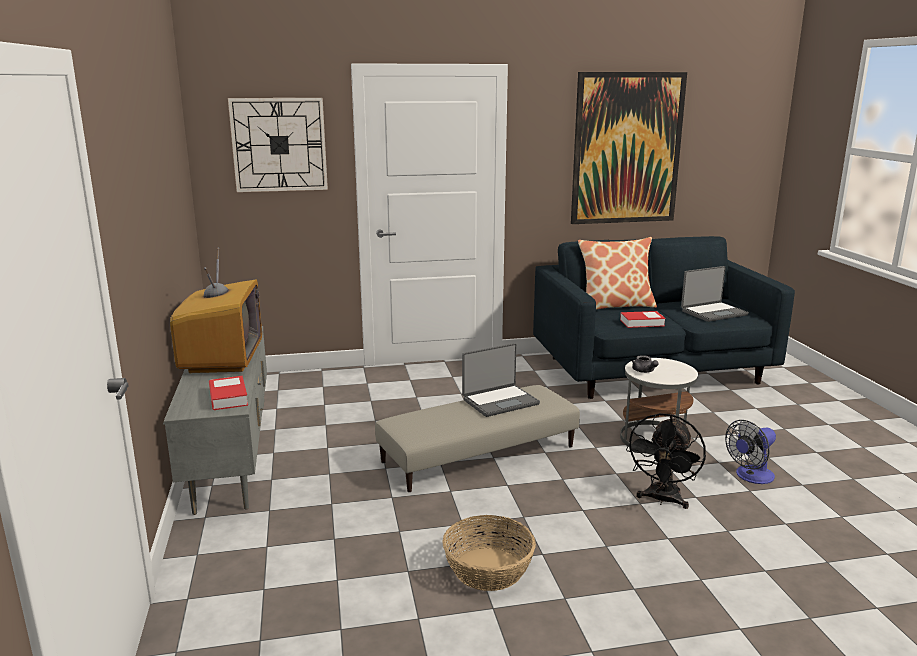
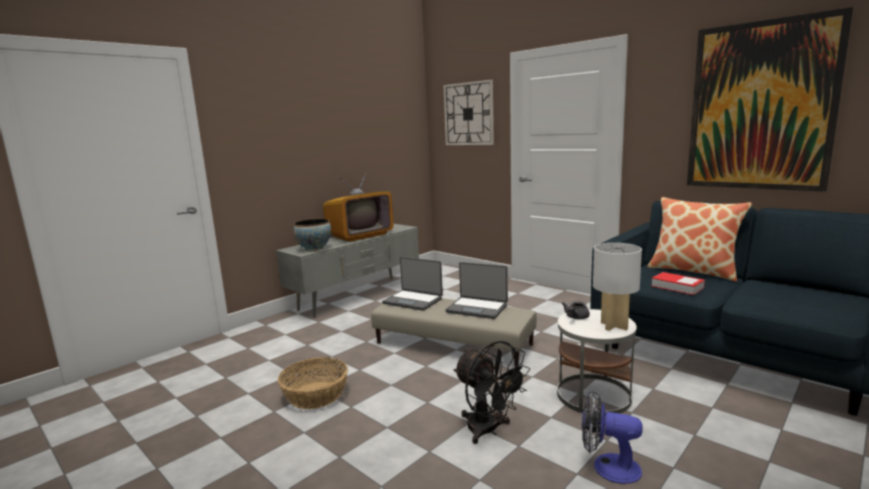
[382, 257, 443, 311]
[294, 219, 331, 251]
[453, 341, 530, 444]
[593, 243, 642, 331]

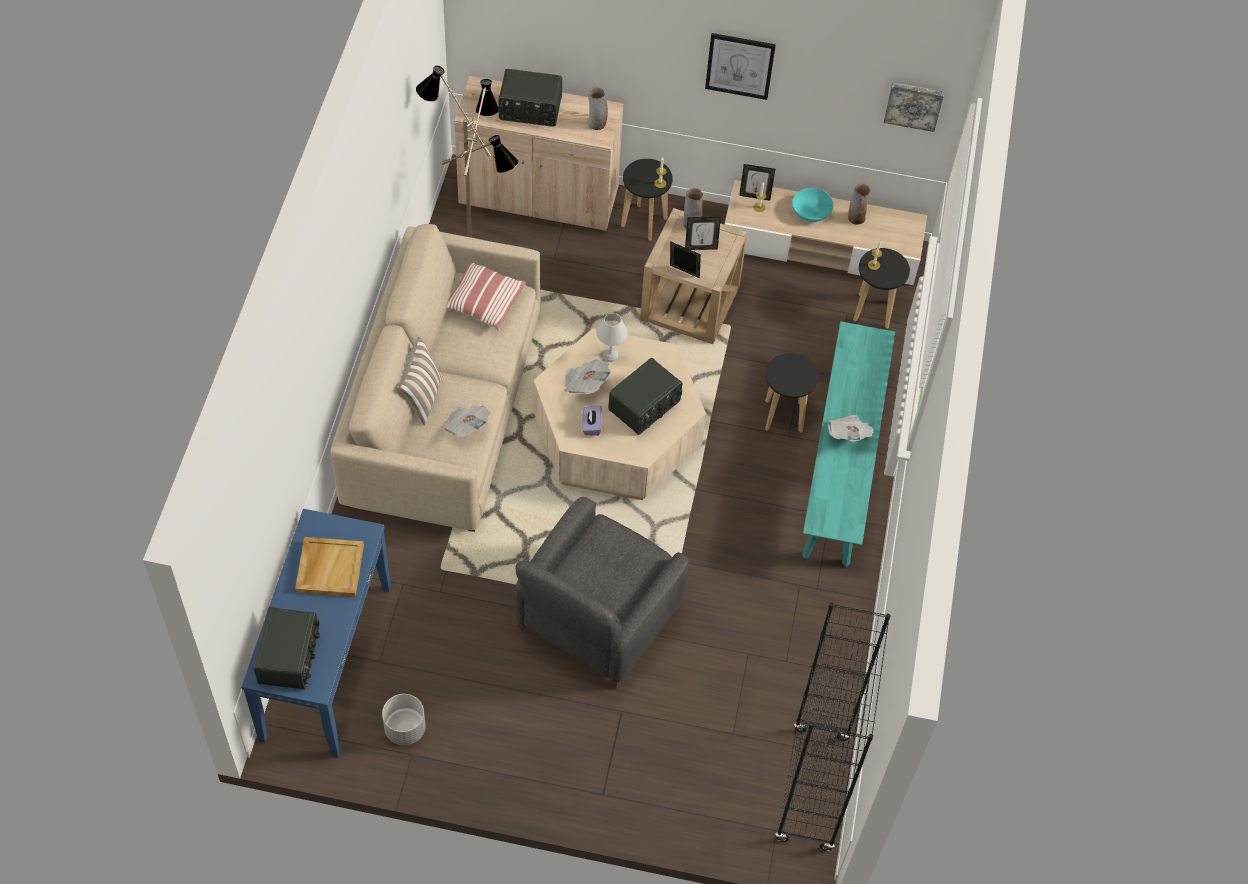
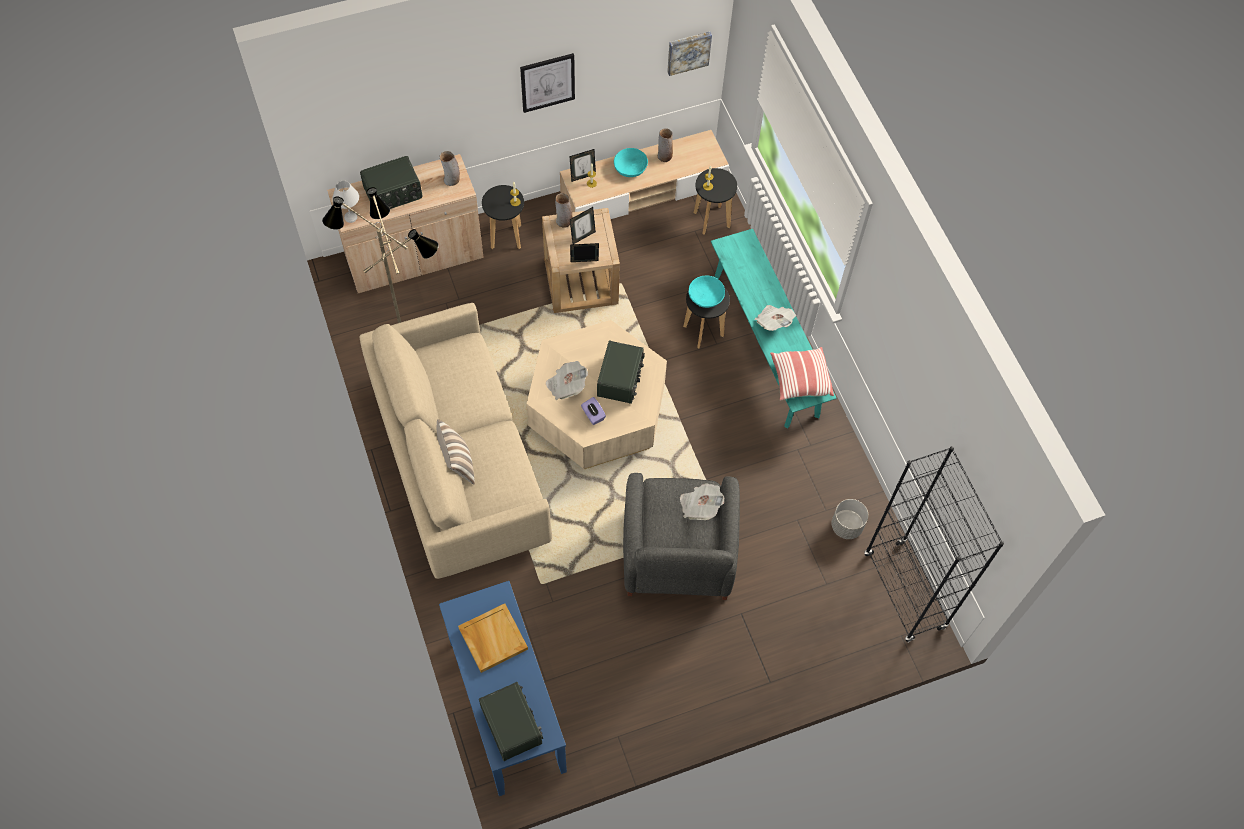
[770, 347, 834, 401]
[332, 180, 359, 223]
[680, 483, 725, 520]
[832, 499, 868, 539]
[689, 276, 725, 308]

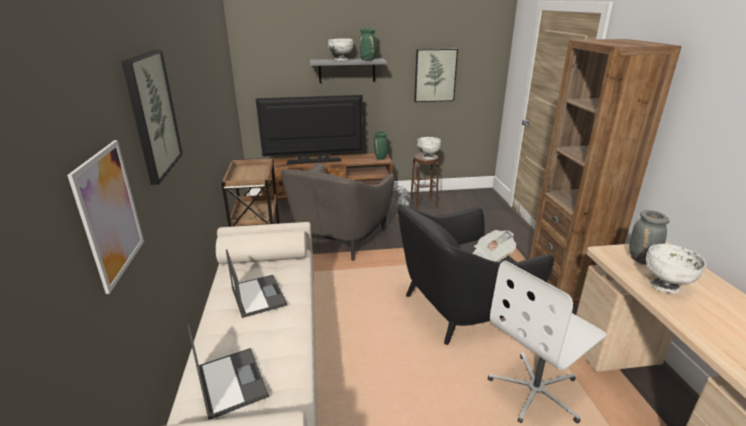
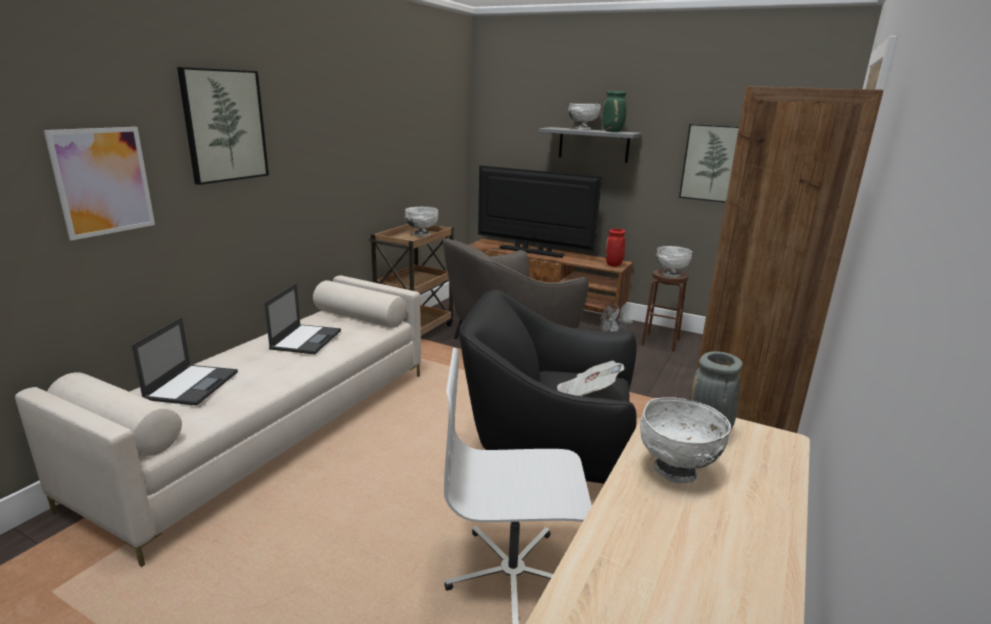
[605, 229, 626, 267]
[405, 207, 438, 237]

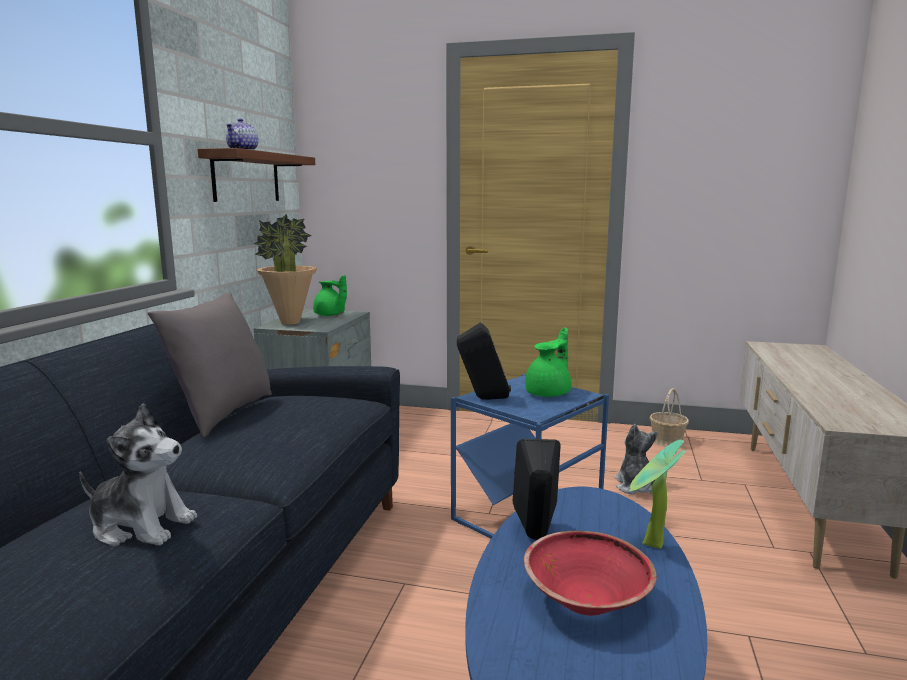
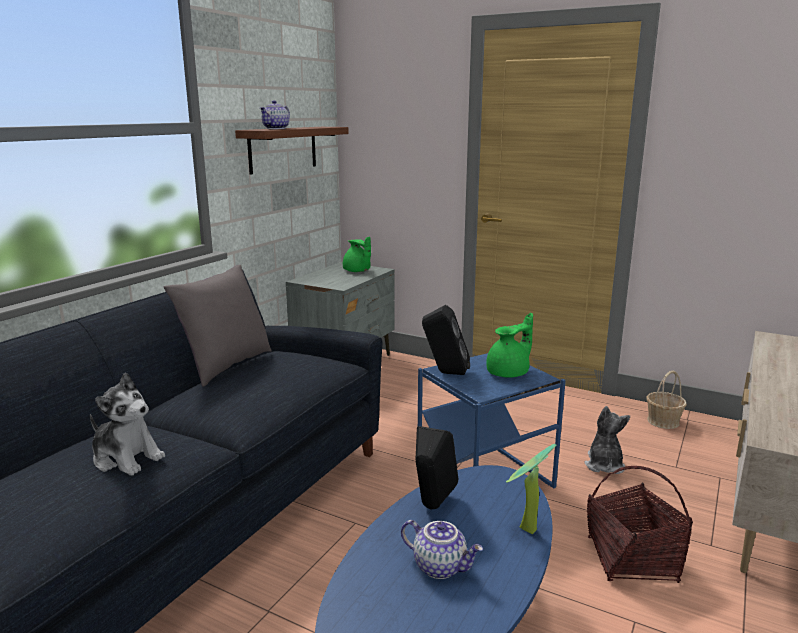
[254, 214, 317, 325] (first image)
[401, 520, 483, 579]
[587, 466, 693, 583]

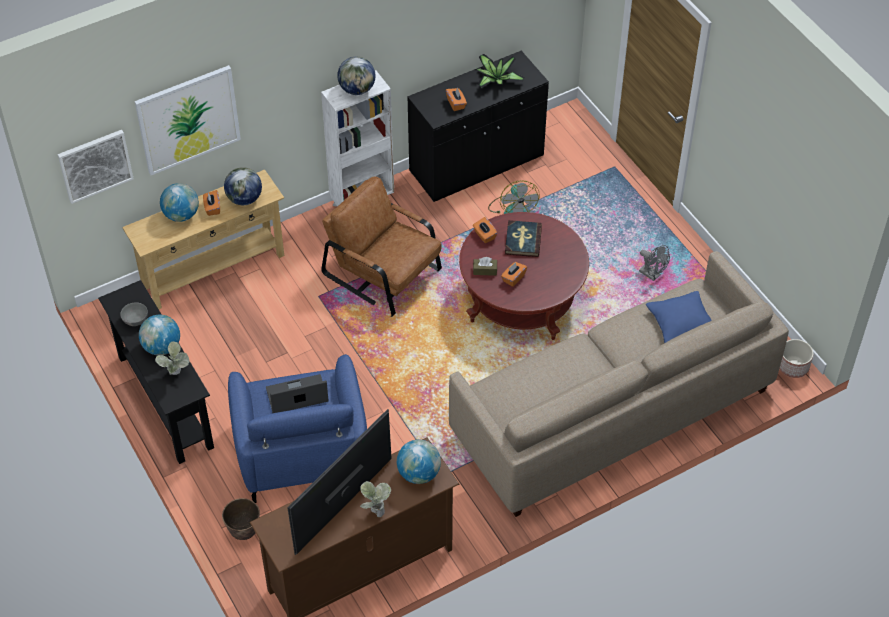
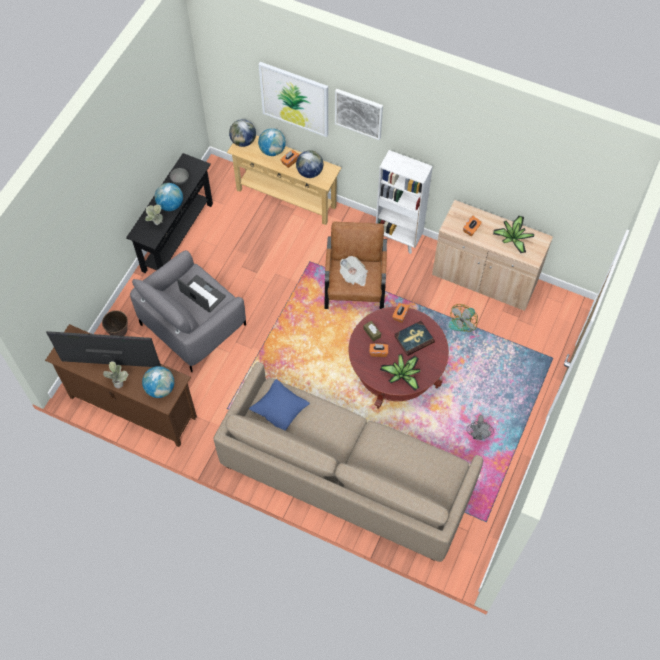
[432, 200, 553, 311]
[229, 119, 256, 147]
[335, 89, 383, 140]
[249, 379, 310, 431]
[779, 339, 813, 378] (first image)
[130, 250, 246, 372]
[340, 256, 368, 286]
[380, 354, 420, 391]

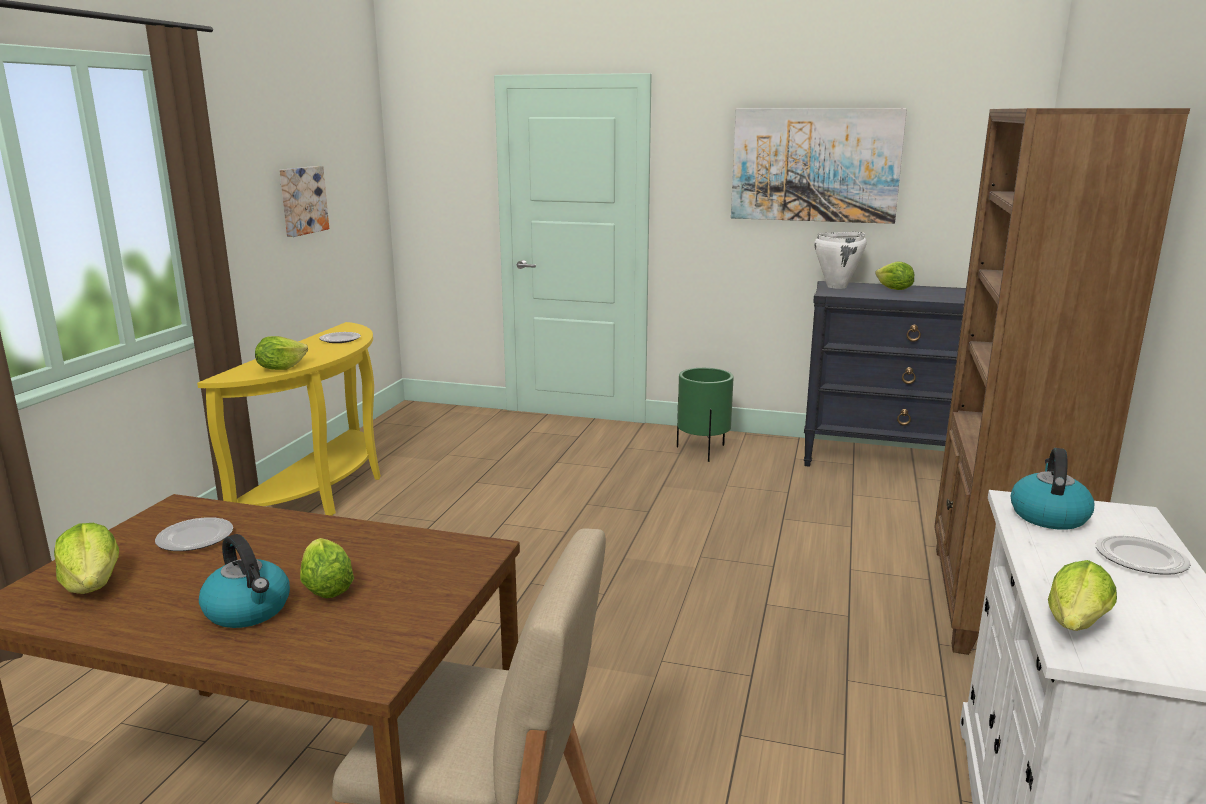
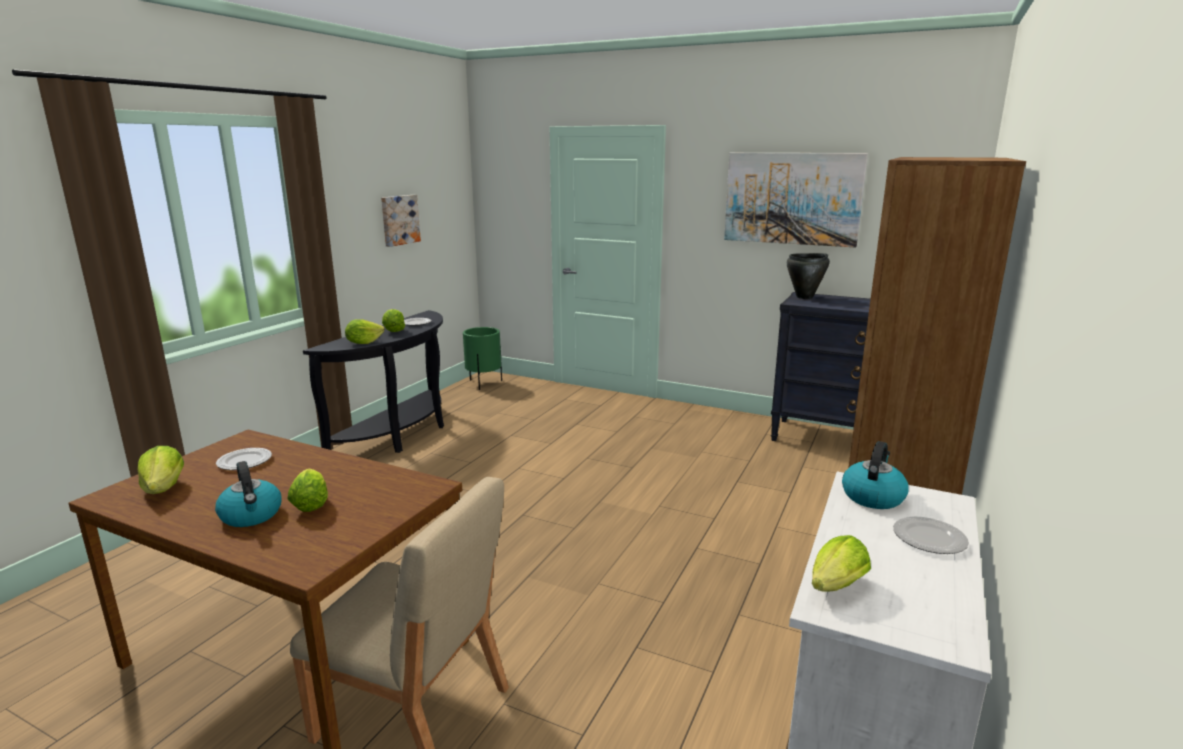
[787, 253, 830, 299]
[382, 309, 405, 332]
[303, 310, 444, 453]
[463, 327, 502, 390]

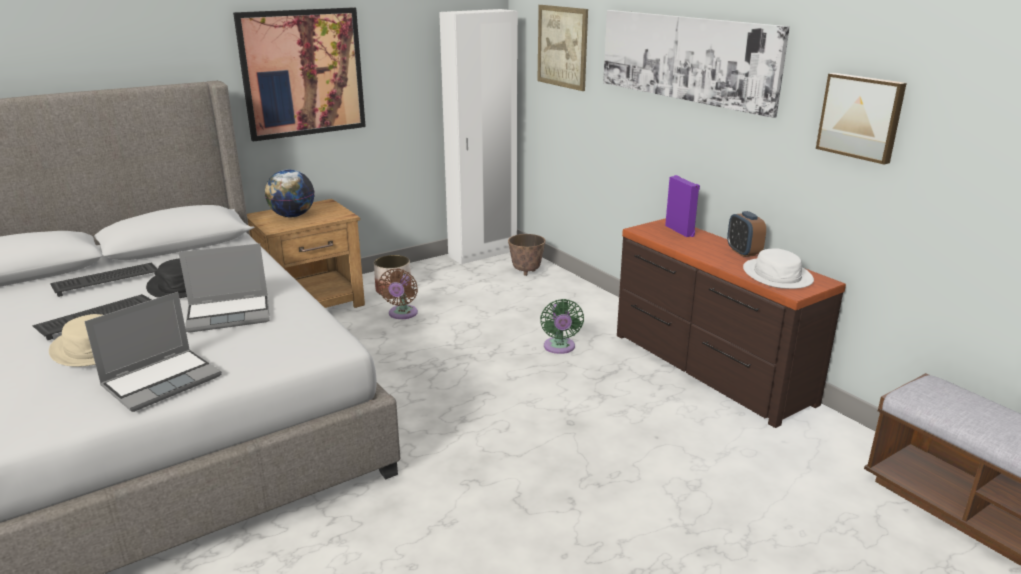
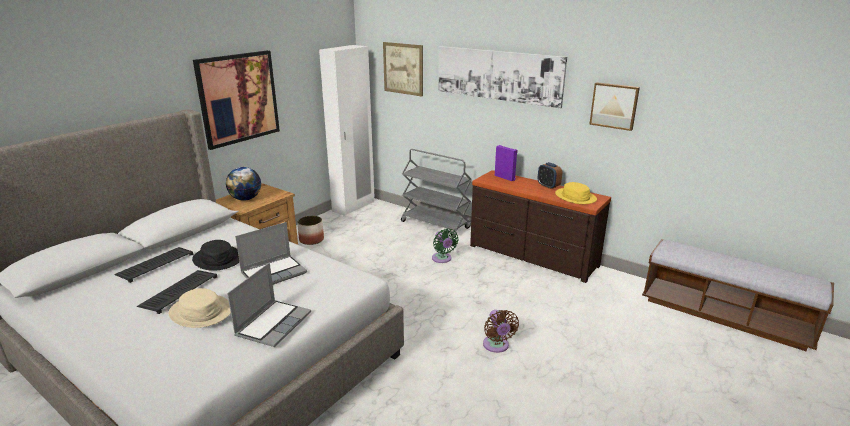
[508, 234, 545, 276] (first image)
[555, 182, 597, 204]
[483, 310, 519, 353]
[401, 149, 472, 238]

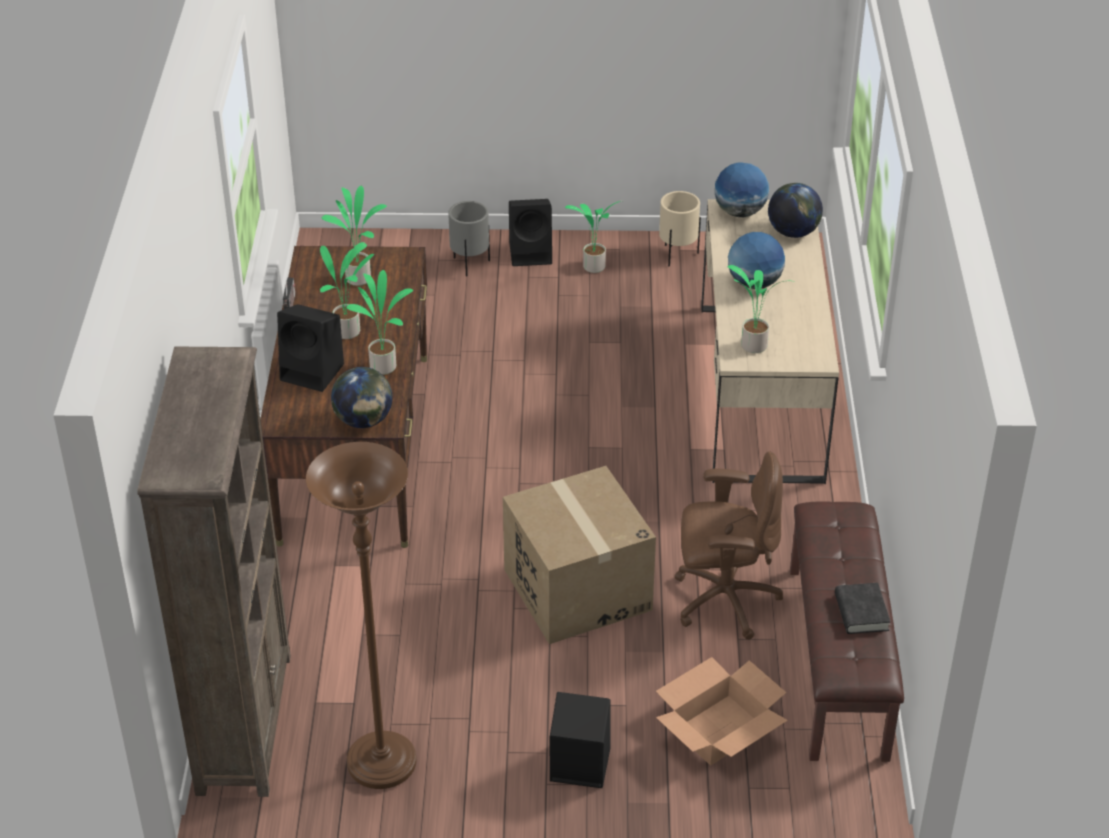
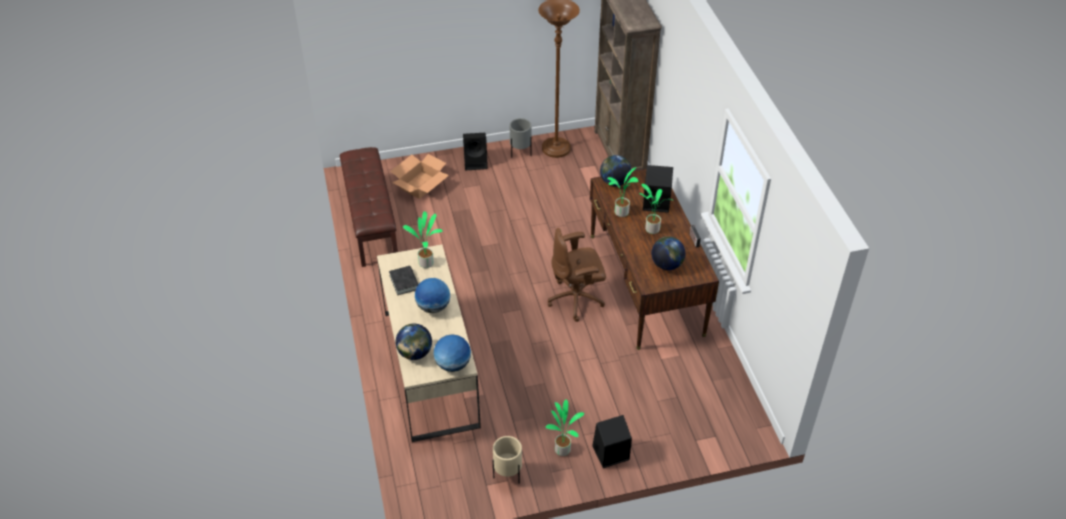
[652, 237, 685, 270]
[510, 118, 532, 158]
[548, 228, 606, 322]
[503, 466, 656, 644] (first image)
[389, 266, 419, 295]

